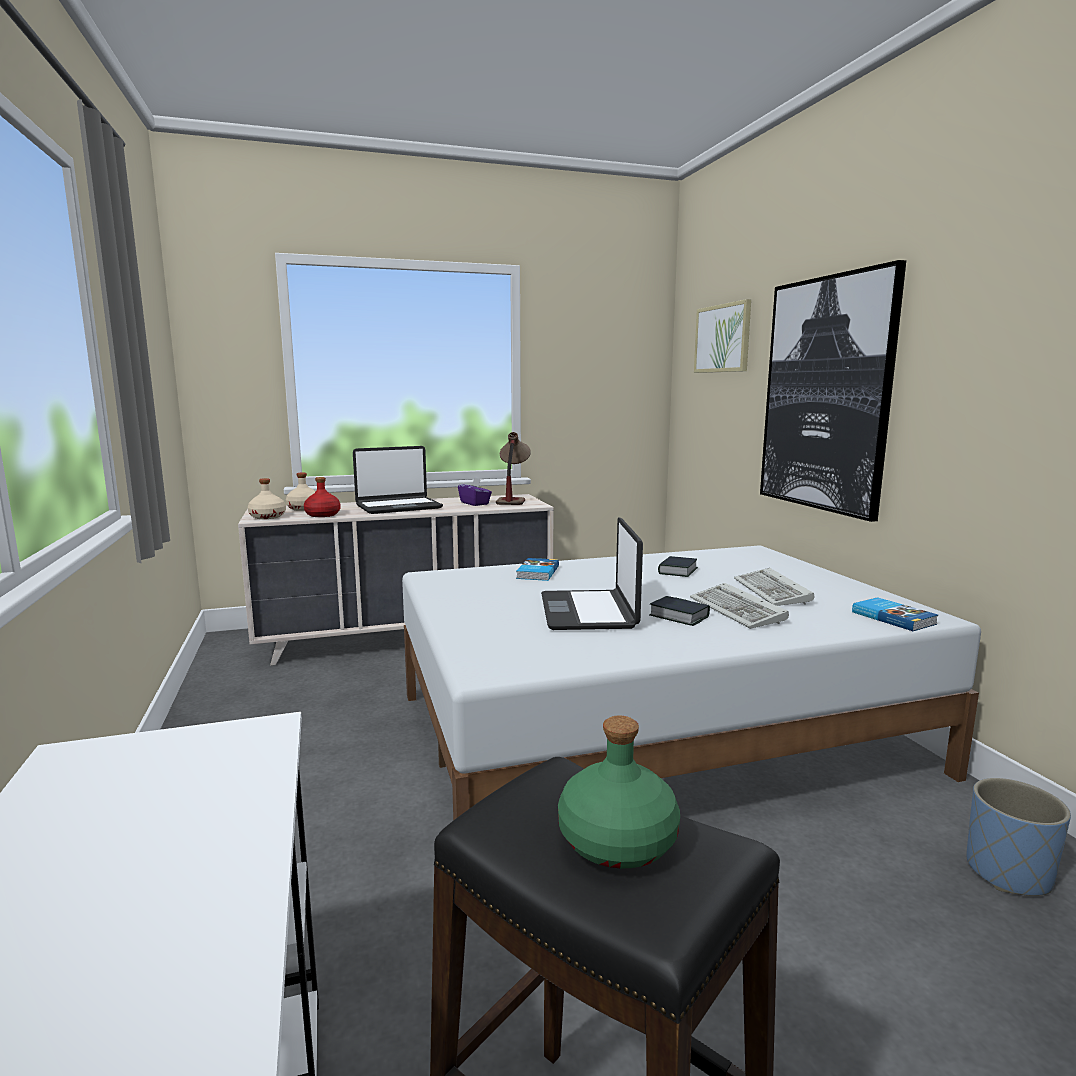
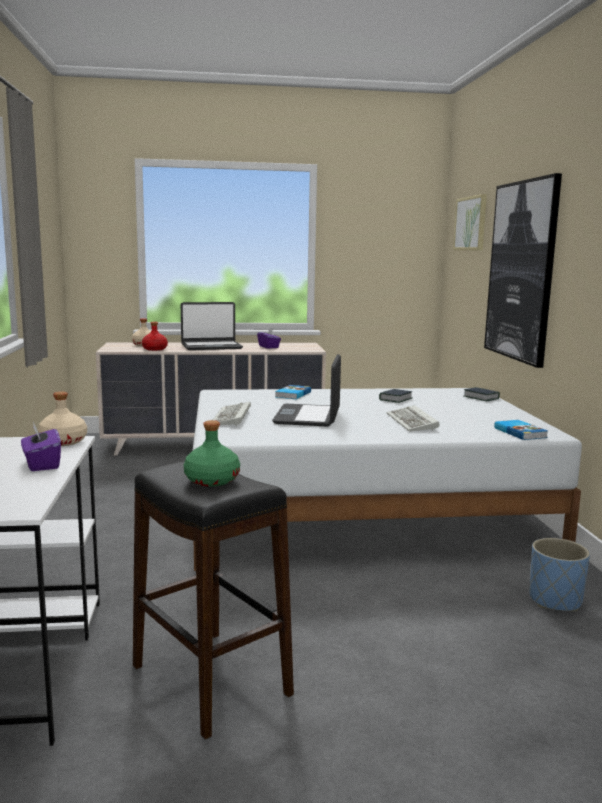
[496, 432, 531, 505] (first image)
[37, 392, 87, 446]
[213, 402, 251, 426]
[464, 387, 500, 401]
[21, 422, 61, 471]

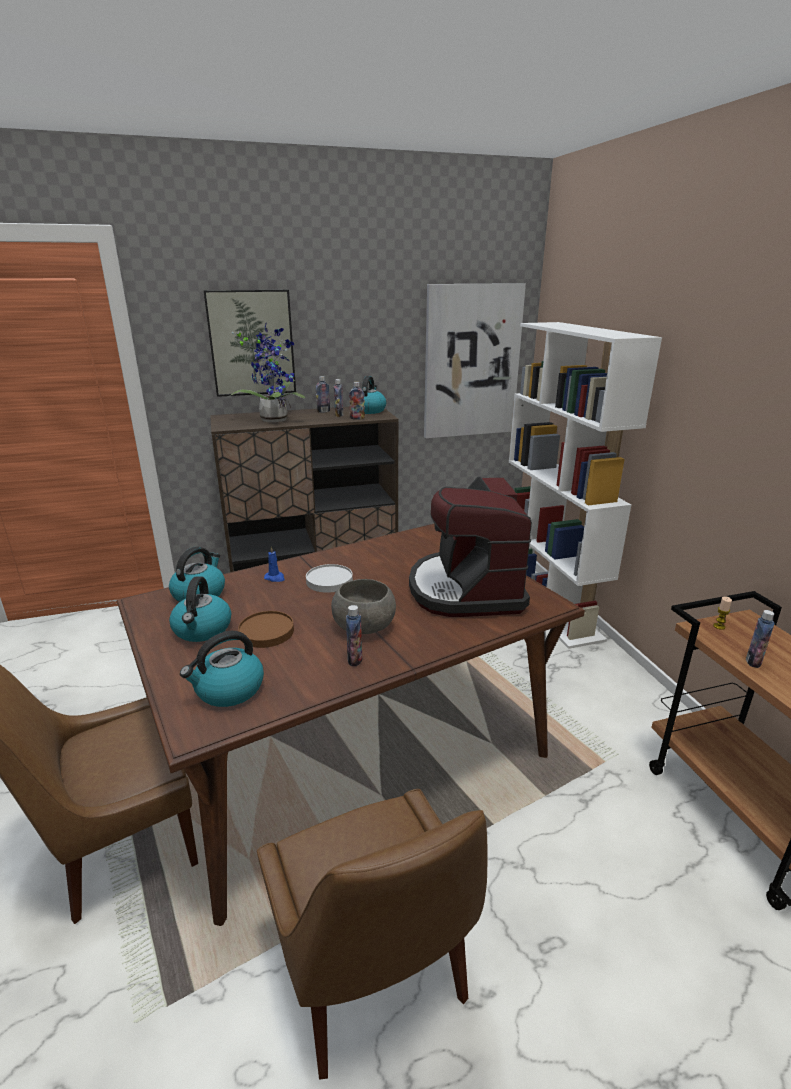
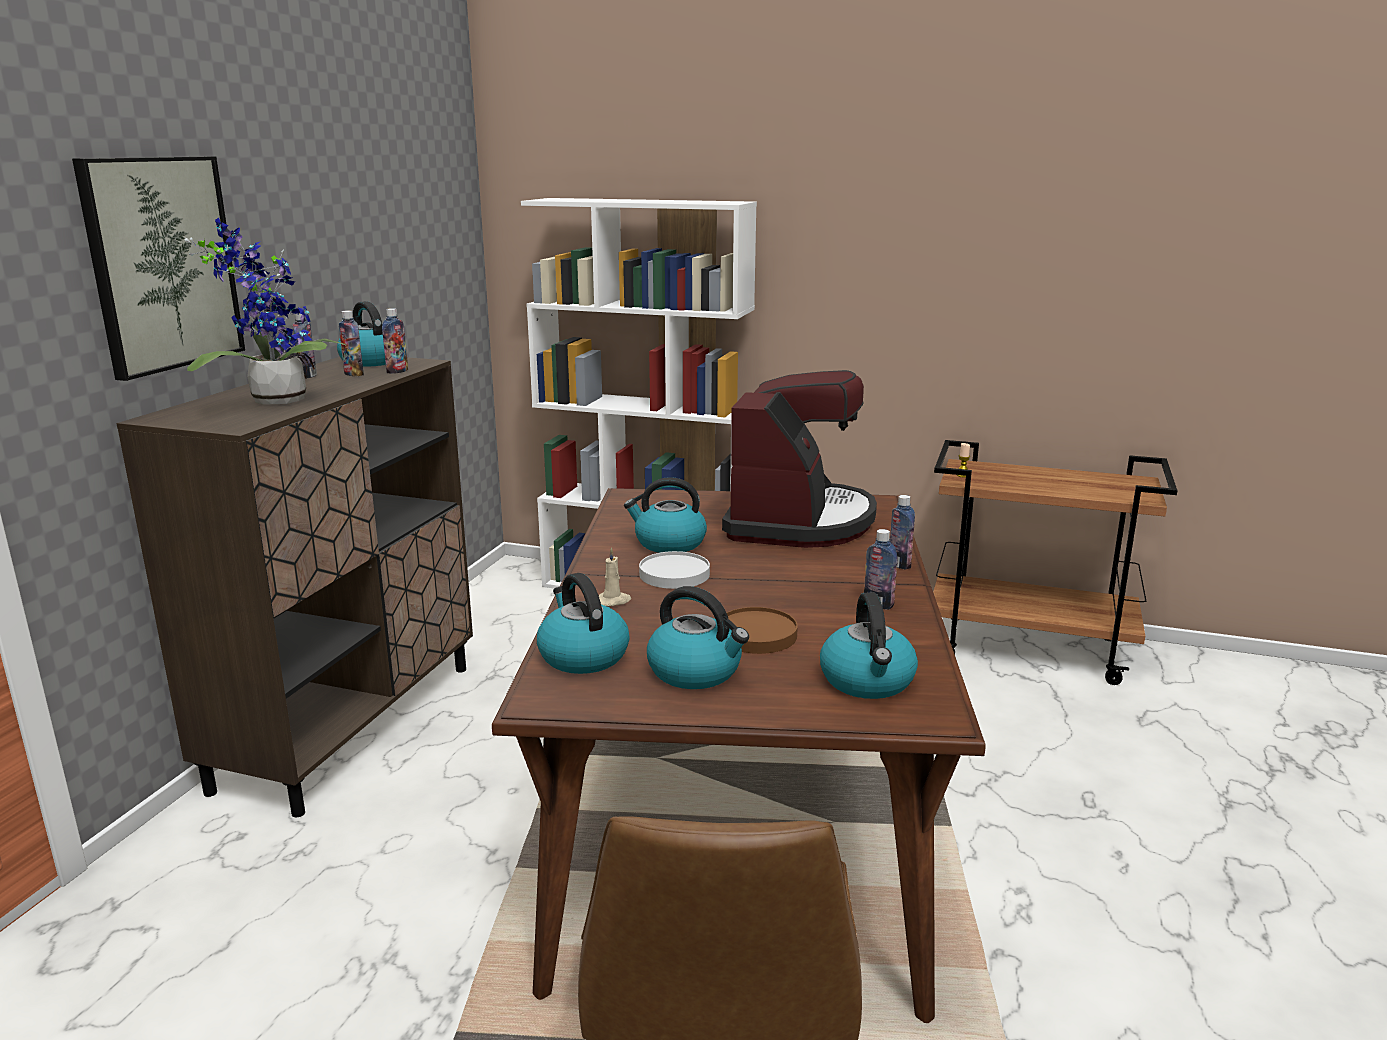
[424, 283, 526, 438] (first image)
[722, 370, 877, 548]
[599, 547, 631, 606]
[331, 579, 396, 634] (first image)
[890, 495, 915, 570]
[257, 789, 487, 1079] (first image)
[624, 477, 707, 553]

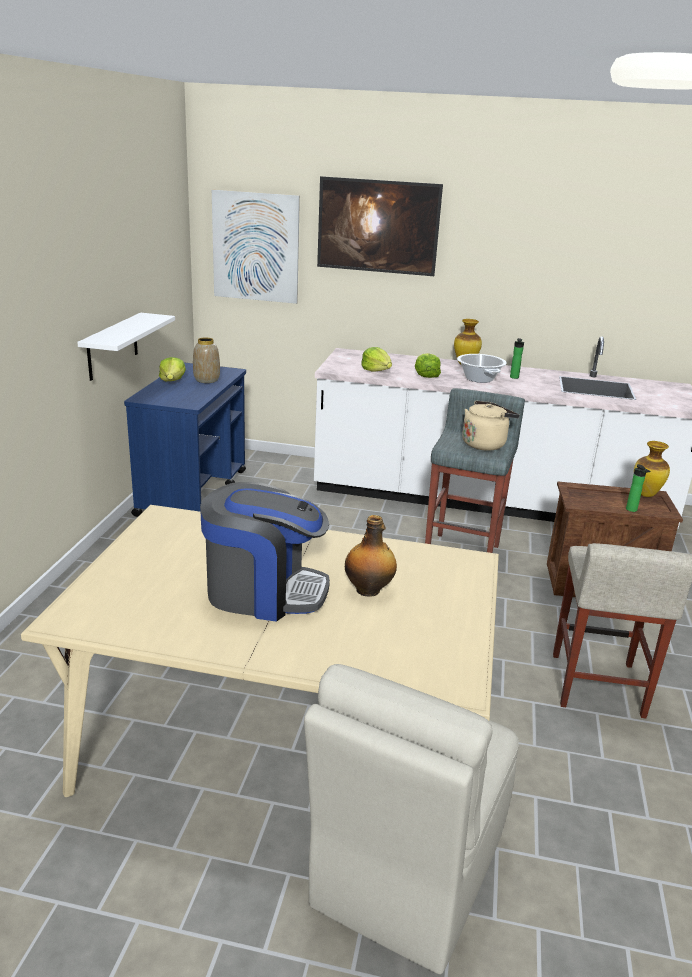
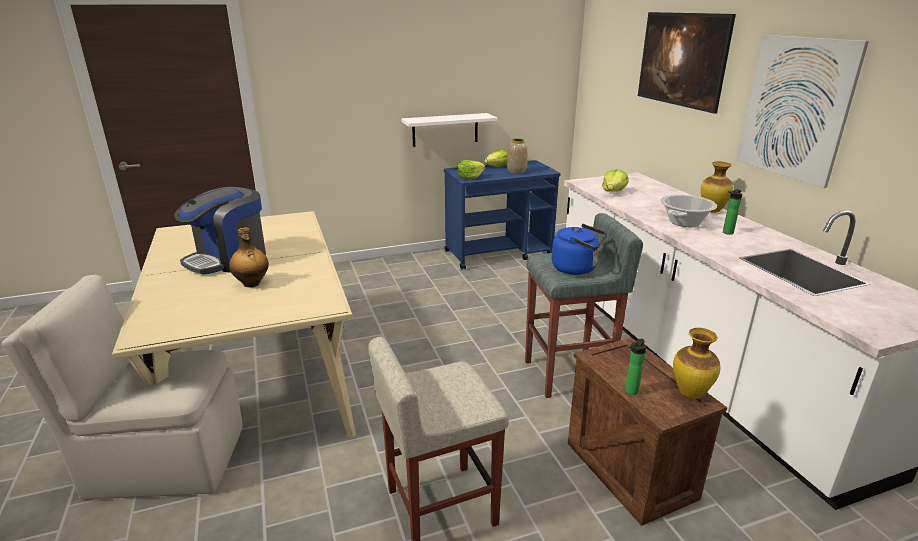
[736, 35, 869, 188]
[457, 160, 485, 179]
[552, 224, 607, 275]
[174, 187, 266, 275]

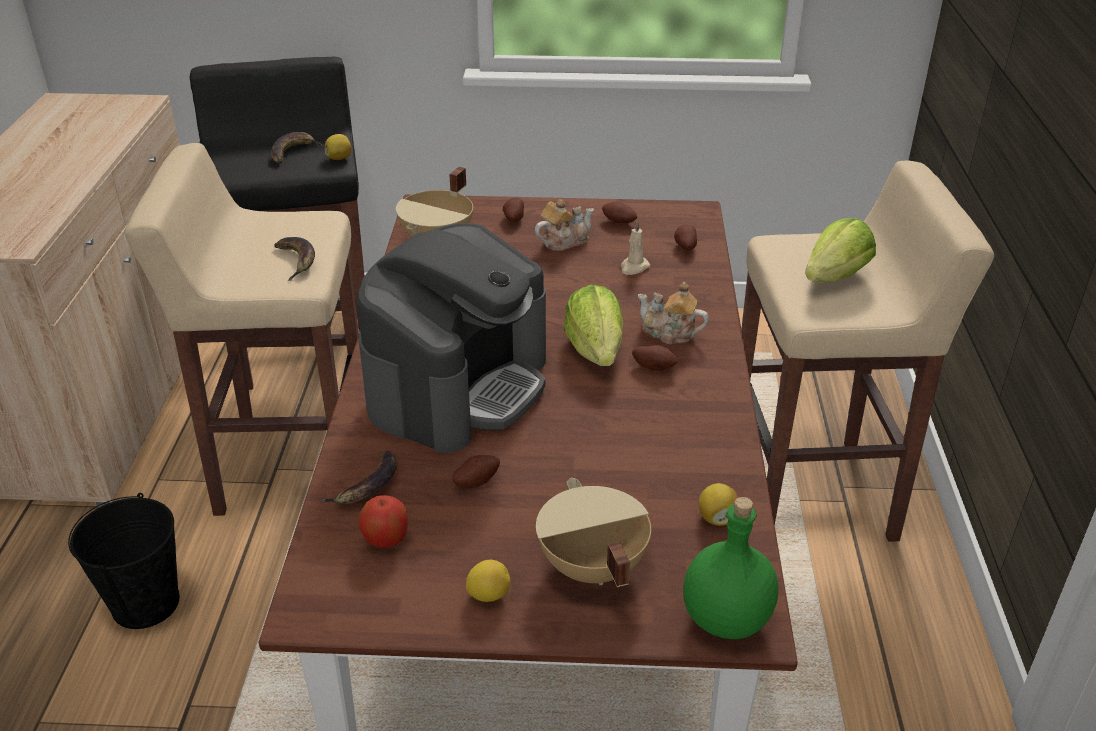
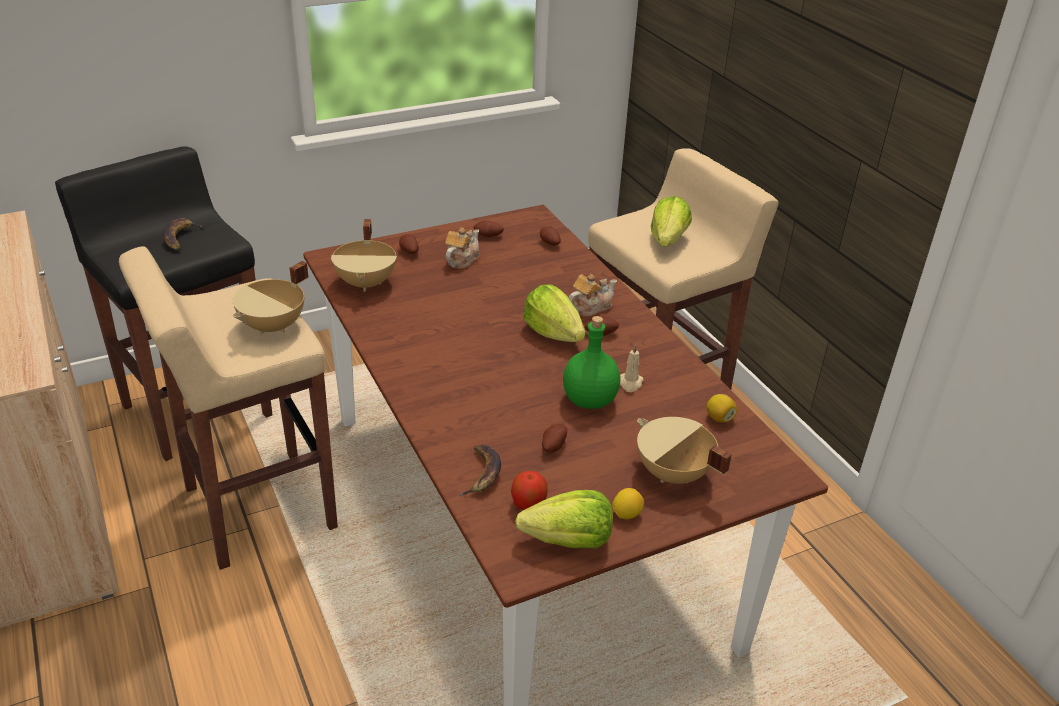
[325, 134, 351, 160] (first image)
[620, 344, 644, 392]
[357, 223, 546, 453] (first image)
[232, 261, 308, 334]
[569, 274, 617, 316]
[68, 493, 180, 629] (first image)
[563, 316, 620, 409]
[515, 490, 613, 548]

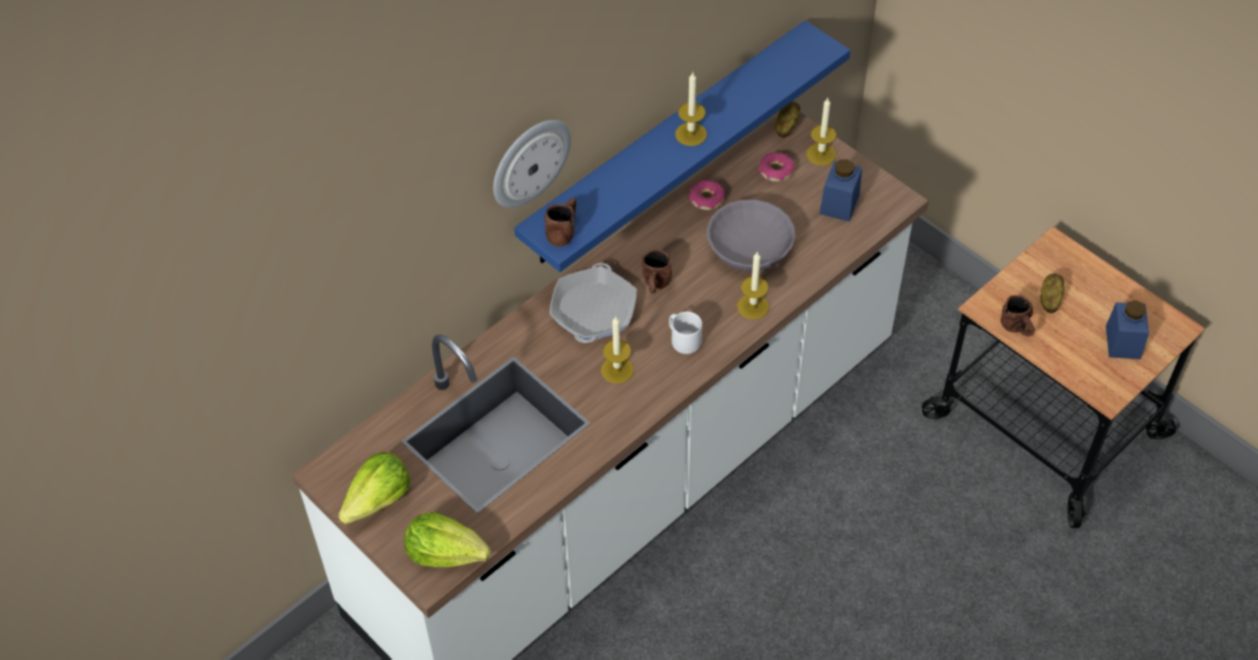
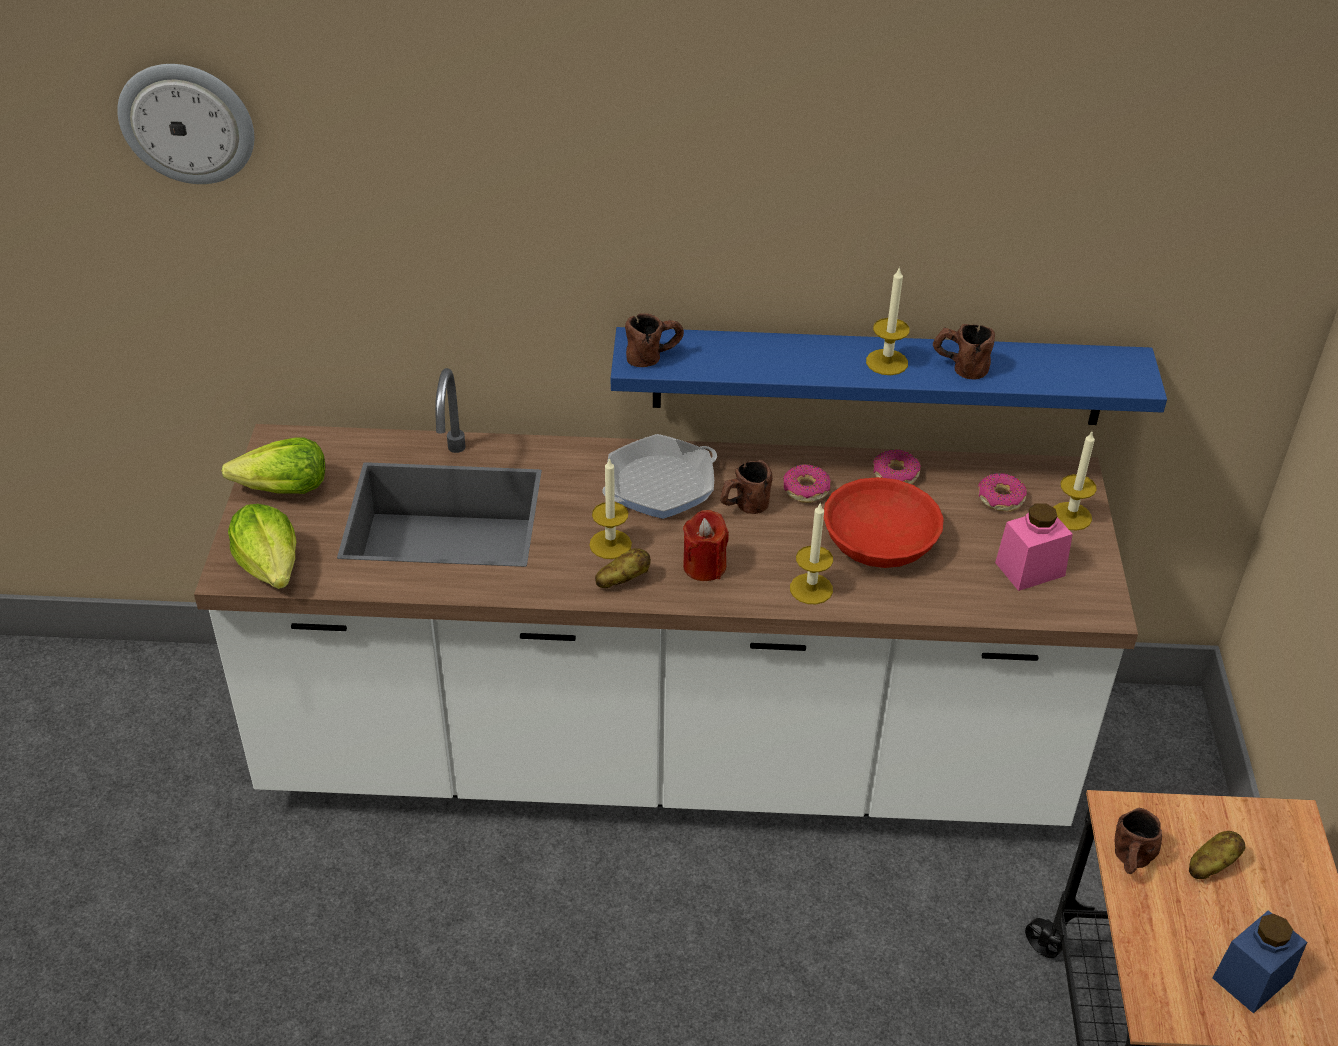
[595, 548, 651, 588]
[117, 64, 254, 184]
[995, 503, 1073, 591]
[824, 477, 944, 568]
[683, 510, 729, 581]
[933, 324, 995, 379]
[783, 464, 831, 503]

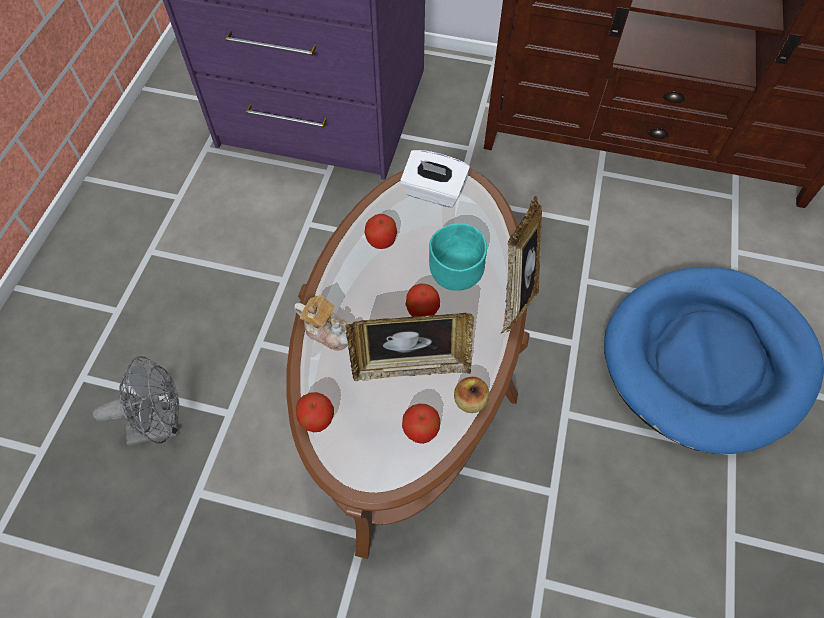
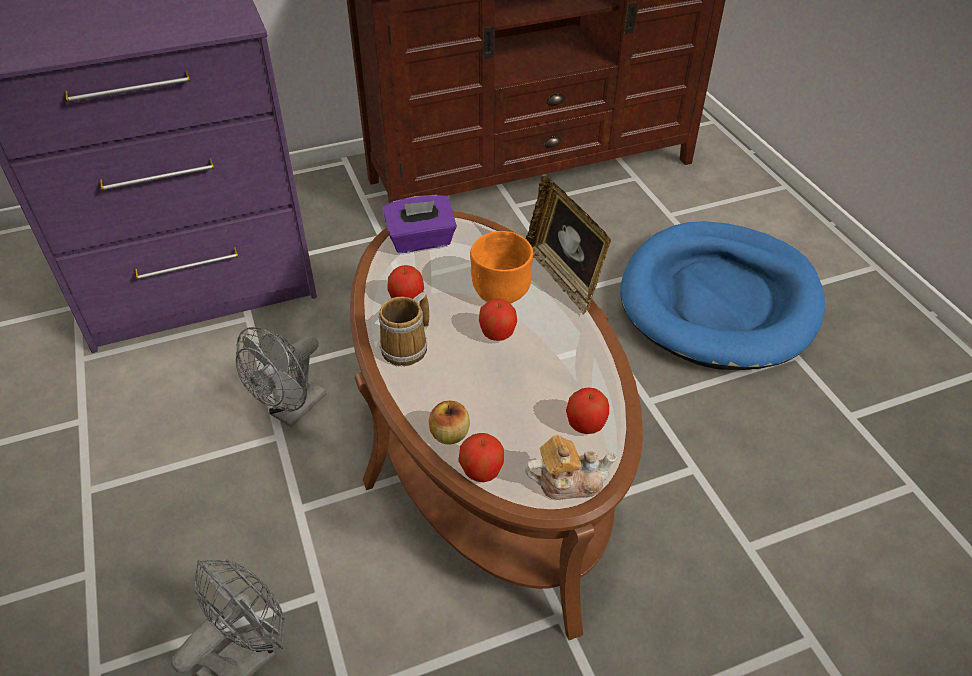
[382, 195, 457, 253]
[470, 231, 533, 303]
[525, 435, 617, 500]
[346, 313, 474, 381] (first image)
[429, 401, 470, 445]
[378, 292, 429, 366]
[236, 327, 326, 427]

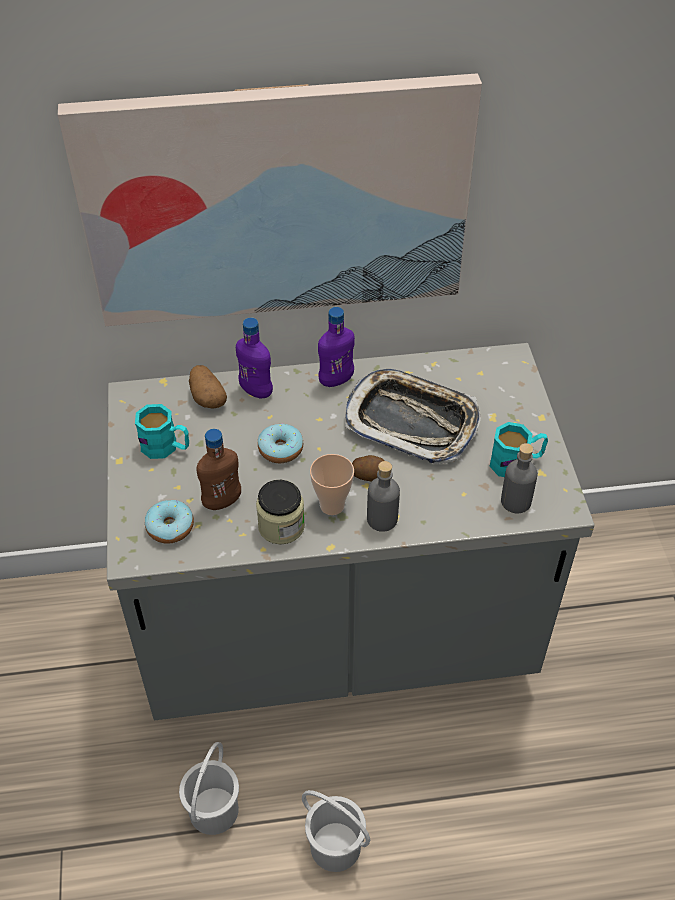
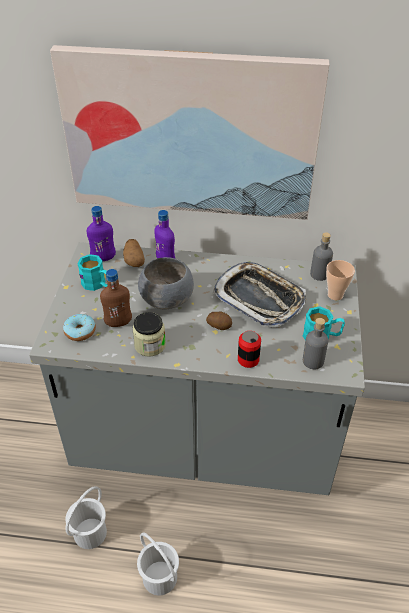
[87, 206, 116, 261]
[138, 257, 194, 310]
[326, 260, 355, 300]
[310, 232, 333, 281]
[238, 331, 261, 368]

